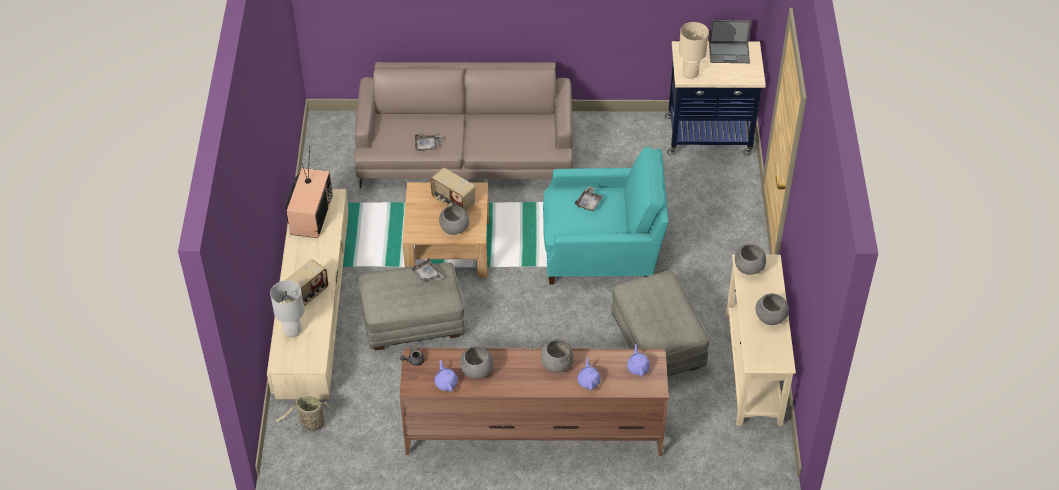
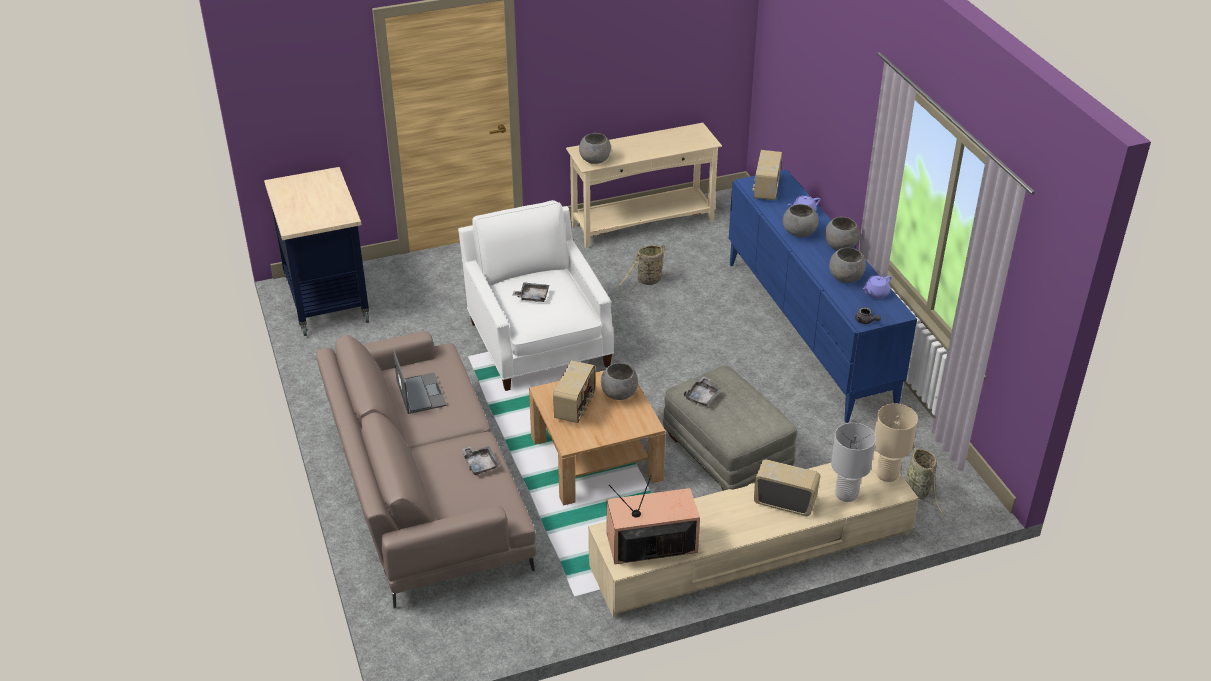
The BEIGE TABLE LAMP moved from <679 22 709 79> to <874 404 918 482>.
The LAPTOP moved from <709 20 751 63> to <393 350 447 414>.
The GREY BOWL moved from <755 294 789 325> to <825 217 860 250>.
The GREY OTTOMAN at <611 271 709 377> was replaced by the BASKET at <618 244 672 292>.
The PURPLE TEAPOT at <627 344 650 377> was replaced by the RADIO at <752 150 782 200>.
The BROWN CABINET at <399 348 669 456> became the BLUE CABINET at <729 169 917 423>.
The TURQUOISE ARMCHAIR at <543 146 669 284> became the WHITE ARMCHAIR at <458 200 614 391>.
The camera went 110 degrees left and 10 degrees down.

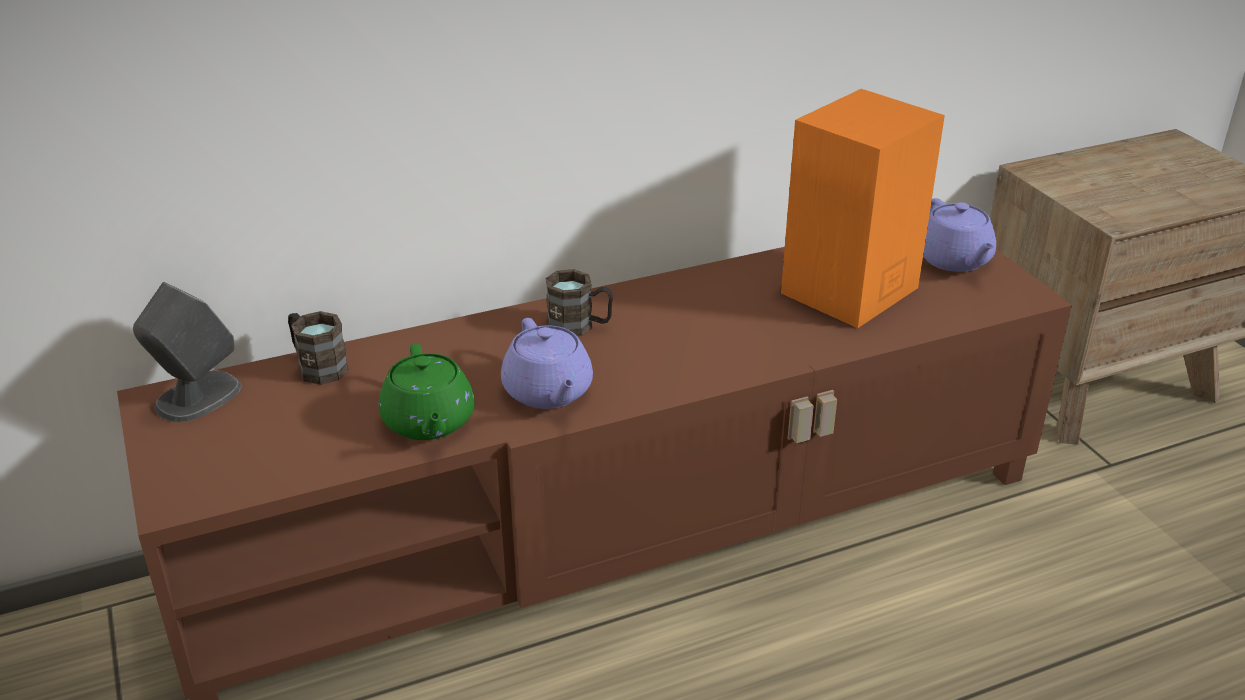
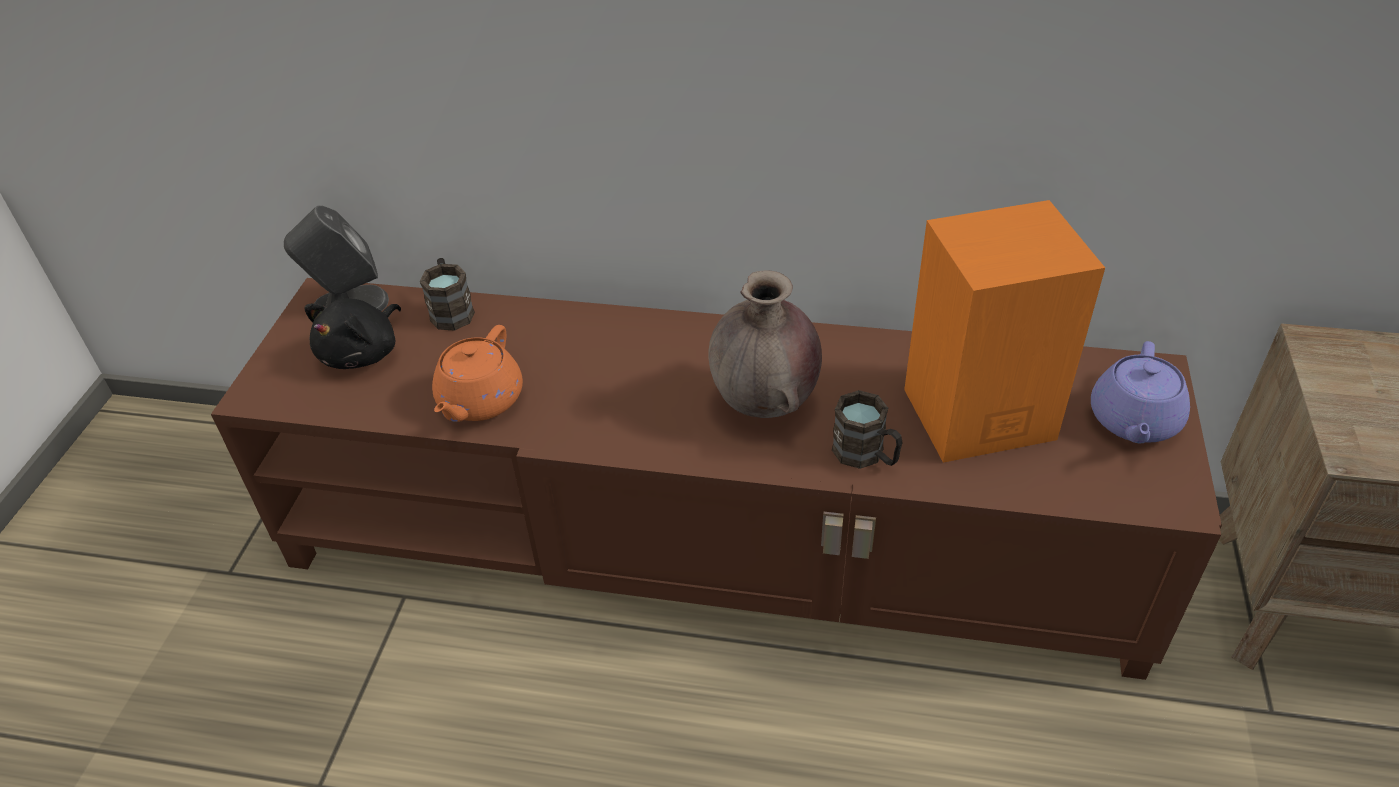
The PURPLE TEAPOT at <501 318 593 409> disappeared.
The BLACK PLUSH TOY at <305 298 401 369> appeared.
The BROWN VASE at <708 270 822 418> appeared.
The BROWN MUG moved from <545 269 613 336> to <832 390 903 469>.
The GREEN TEAPOT at <379 344 475 440> became the ORANGE TEAPOT at <432 325 523 422>.
The camera went 35 degrees right and 10 degrees up.

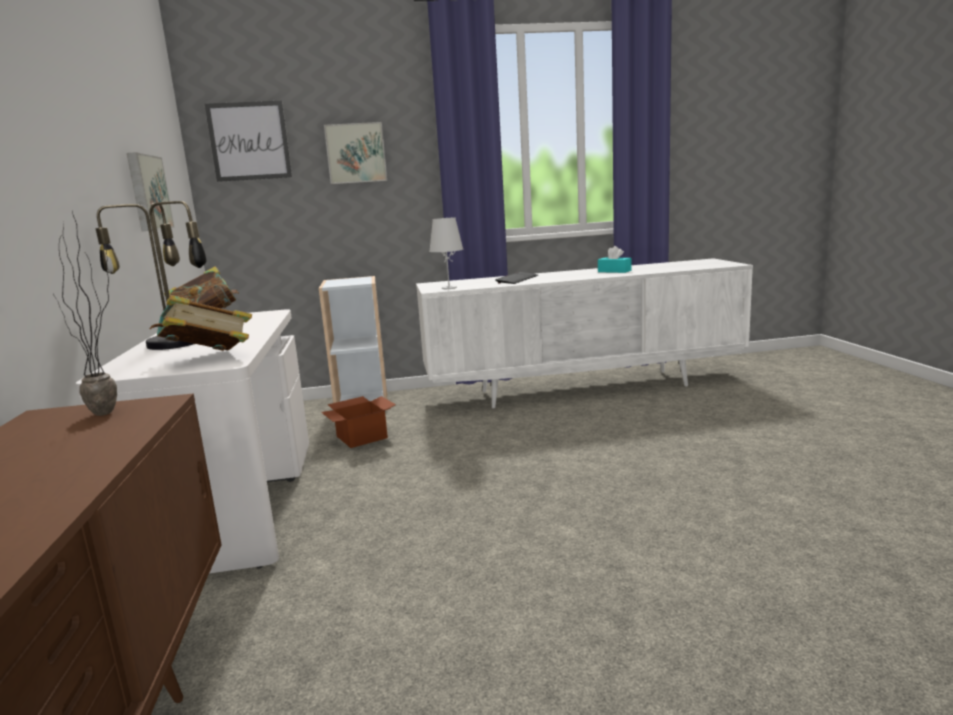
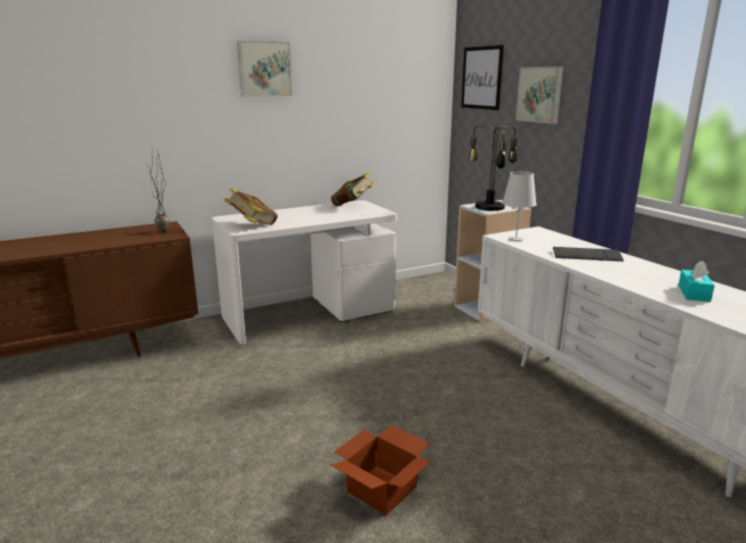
The TABLE LAMP moved from <96 201 207 350> to <469 125 517 211>.
The PICTURE moved from <127 152 175 231> to <237 41 292 97>.
The CARDBOARD BOX moved from <321 396 396 448> to <331 425 431 516>.
The camera went 70 degrees right and 5 degrees up.

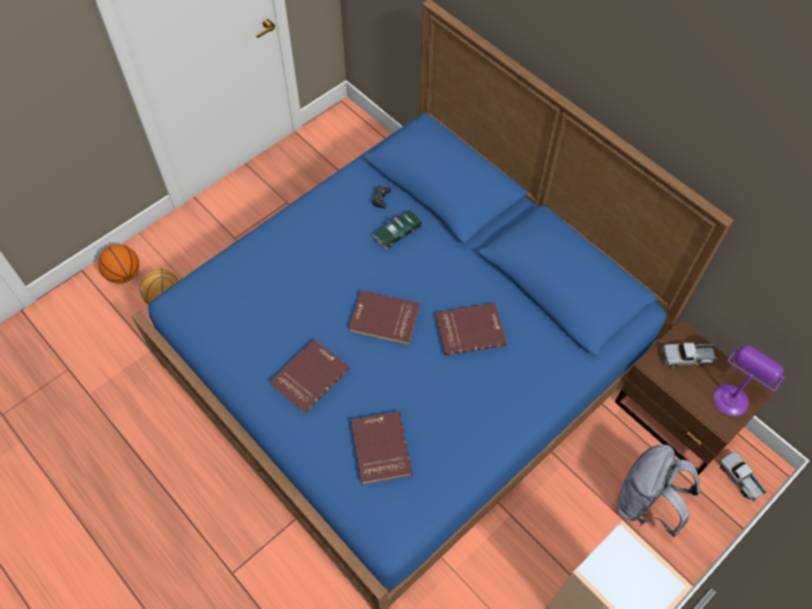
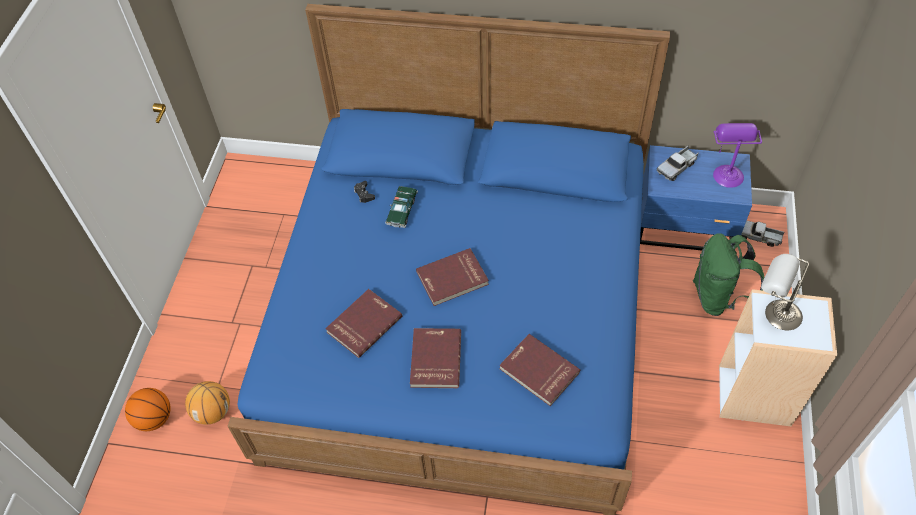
The WHITE TABLE LAMP at <761 254 809 330> appeared.
The RED BOOK moved from <435 303 507 356> to <325 289 402 358>.
The BROWN NIGHTSTAND at <615 320 774 475> became the BLUE NIGHTSTAND at <640 145 752 250>.
The GREY BACKPACK at <617 445 700 537> became the GREEN BACKPACK at <693 233 765 316>.
The camera went 35 degrees left and 5 degrees down.

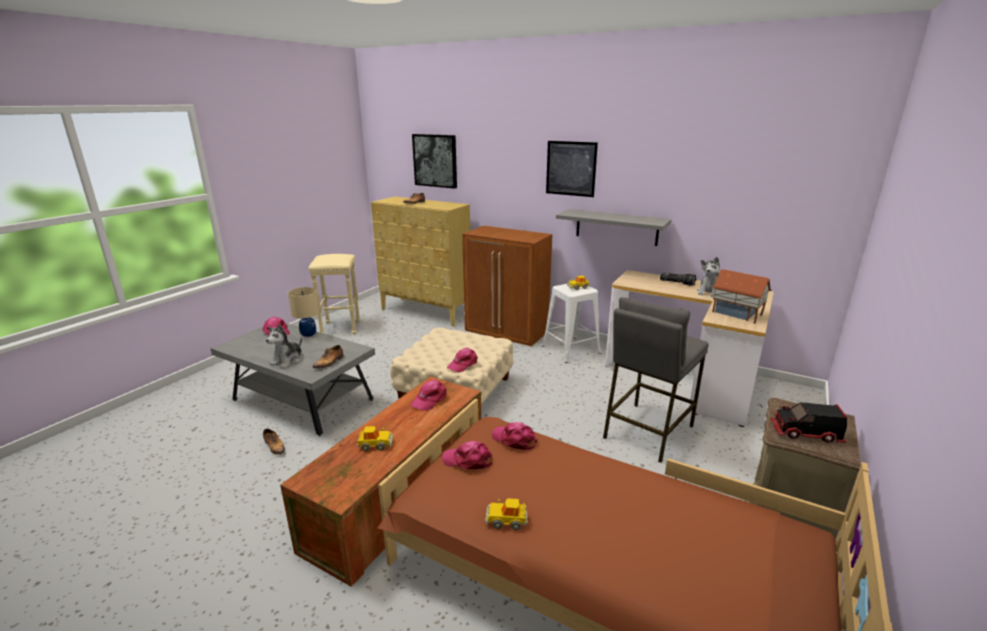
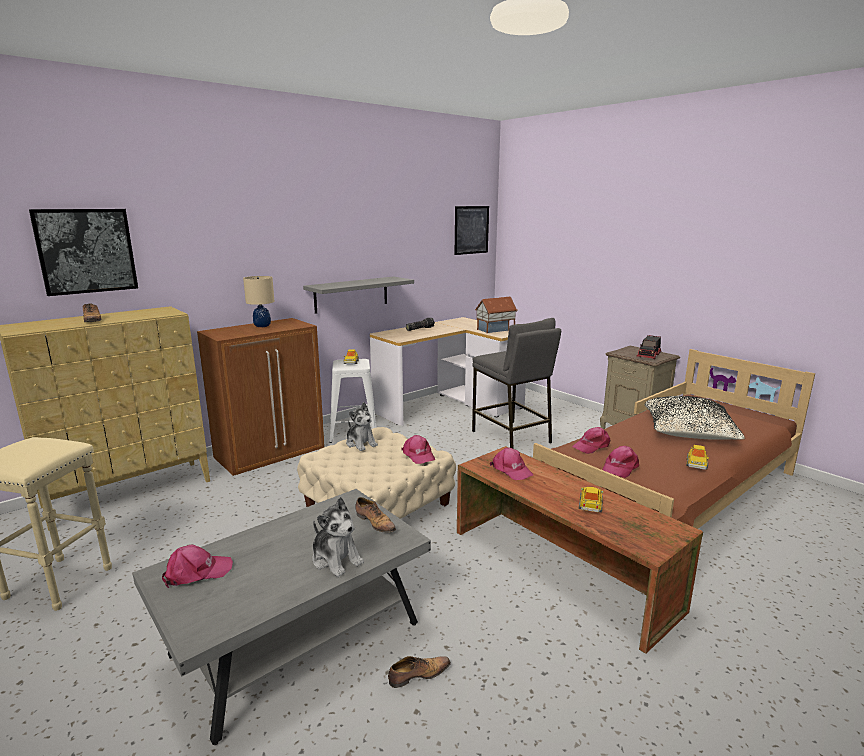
The BEIGE PILLOW at <645 396 745 440> appeared.
The BEIGE TABLE LAMP moved from <288 287 319 337> to <243 276 275 327>.
The PICTURE moved from <546 141 598 197> to <455 206 489 255>.
The PLUSH TOY moved from <697 257 720 297> to <346 402 378 451>.
The camera went 70 degrees left and 5 degrees down.

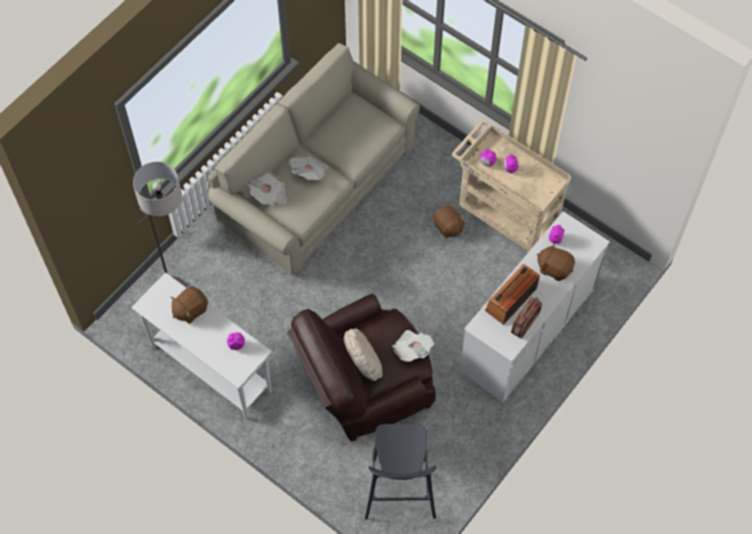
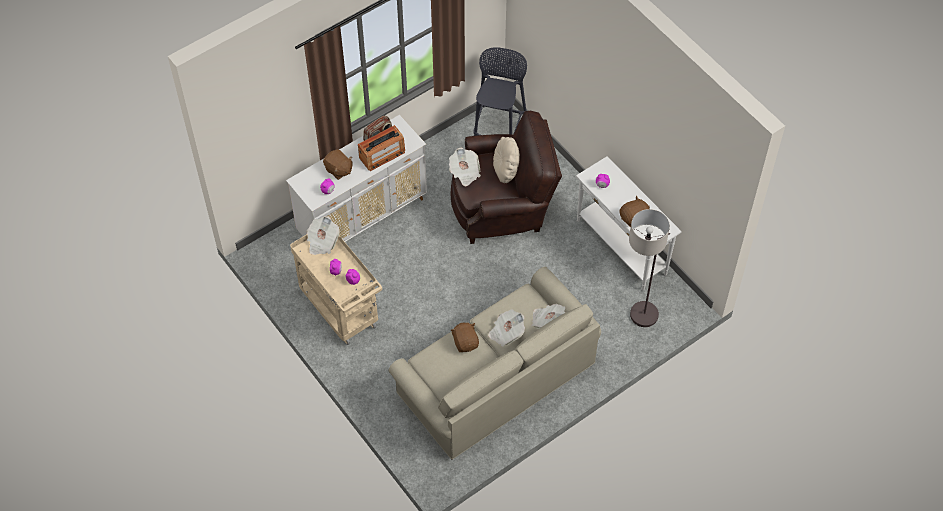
The NEWSPAPER at <306 216 340 255> appeared.
The BROWN PLUSH TOY moved from <433 205 466 239> to <451 322 479 352>.
The camera went 165 degrees left and 5 degrees down.

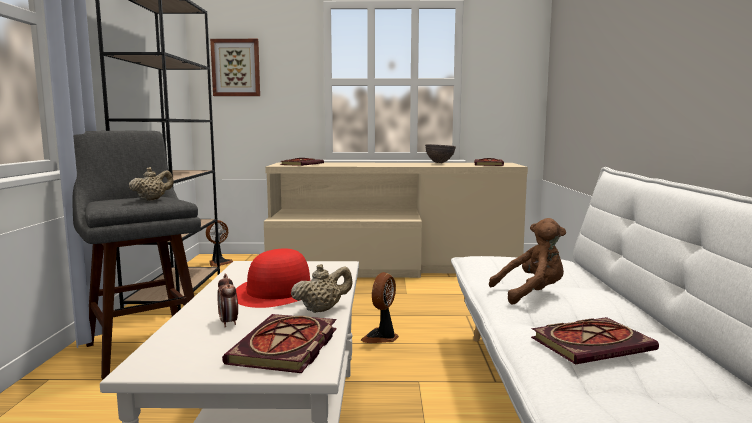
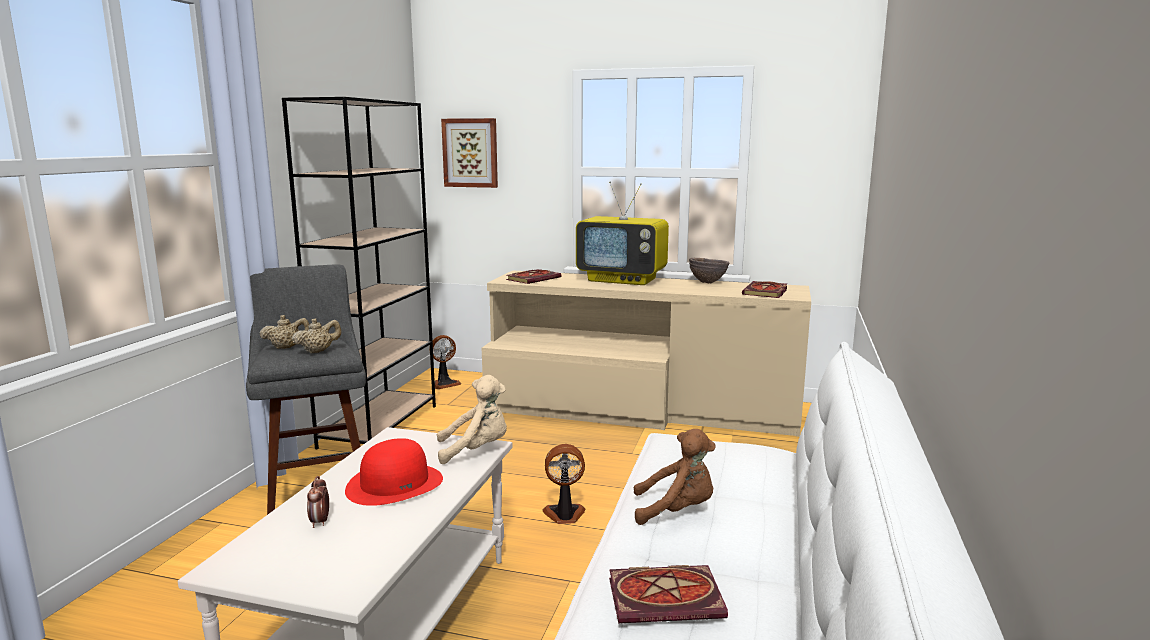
The BOOK at <222 314 337 373> disappeared.
The BEIGE PLUSH TOY at <437 375 507 464> appeared.
The TELEVISION at <576 182 669 285> appeared.
The BEIGE TEAPOT moved from <291 264 353 313> to <260 315 310 349>.
The FAN at <361 272 399 343> turned 45 degrees clockwise.
The camera went 15 degrees right and 5 degrees up.

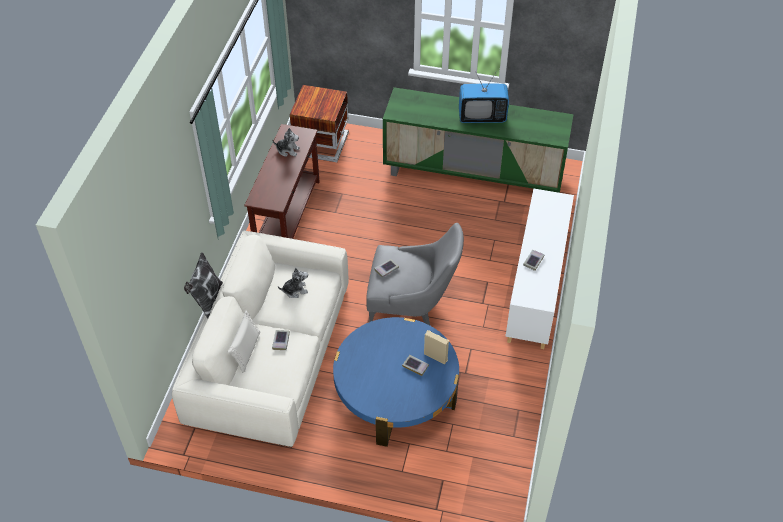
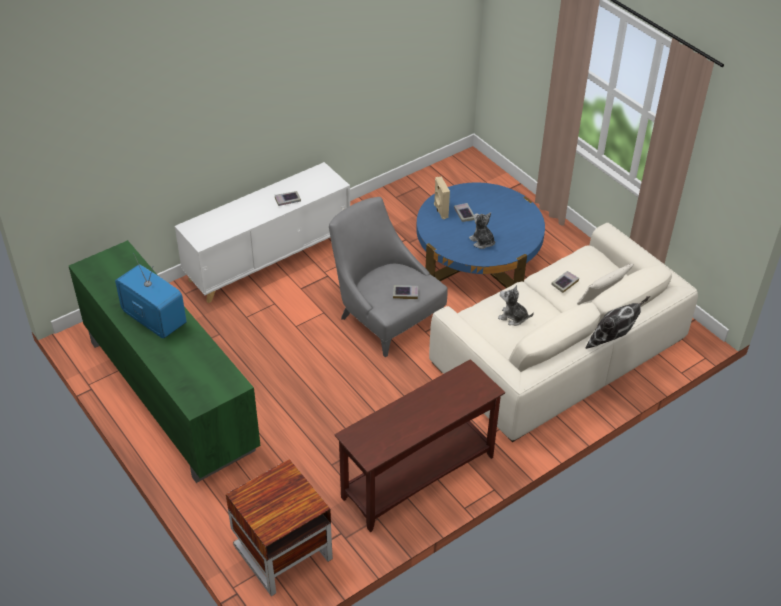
The PLUSH TOY moved from <272 128 300 157> to <469 212 495 249>.
The camera went 140 degrees left and 5 degrees down.

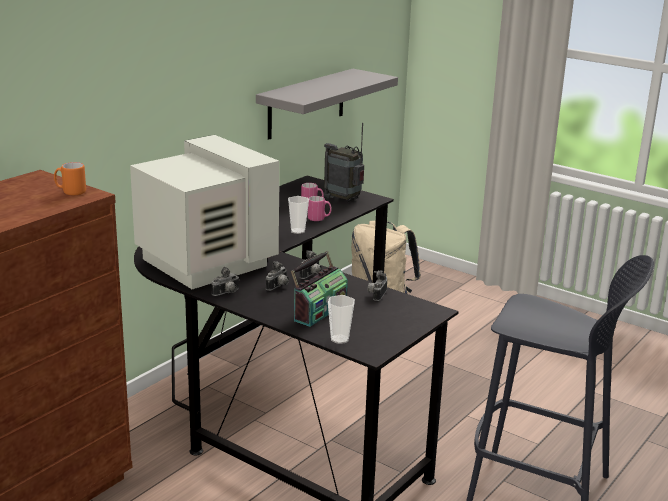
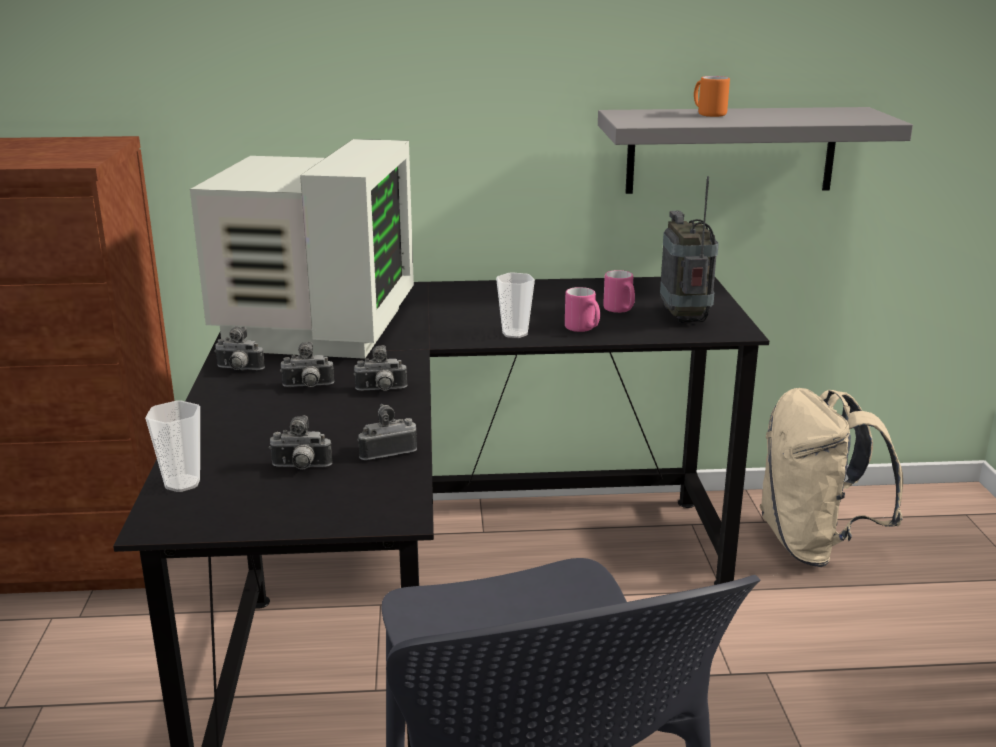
The RADIO at <291 251 348 327> disappeared.
The PHOTO CAMERA at <269 415 332 469> appeared.
The ORANGE MUG moved from <54 162 86 195> to <694 76 730 117>.
The camera went 50 degrees right and 0 degrees up.

